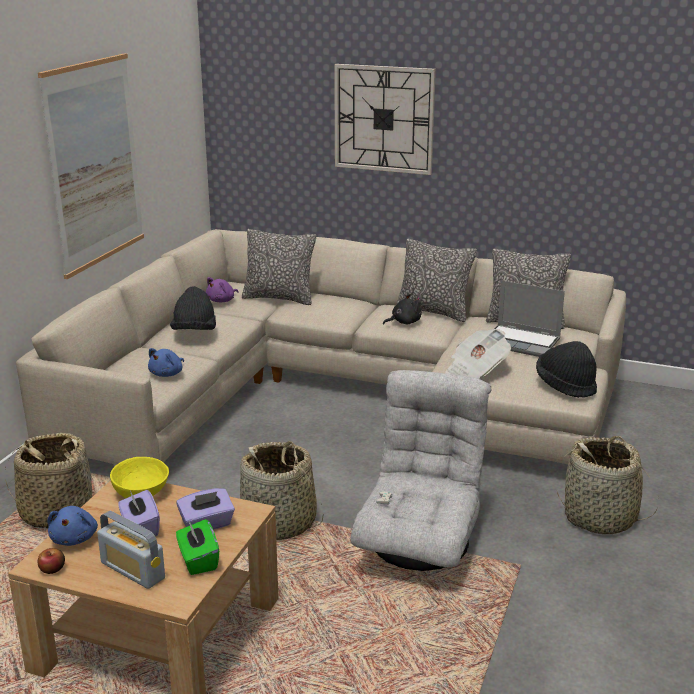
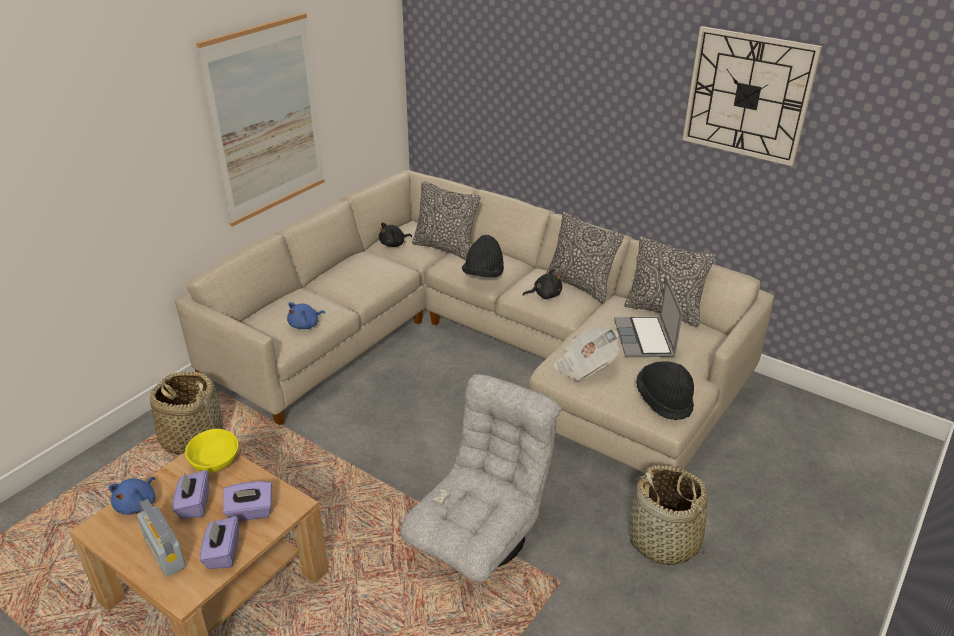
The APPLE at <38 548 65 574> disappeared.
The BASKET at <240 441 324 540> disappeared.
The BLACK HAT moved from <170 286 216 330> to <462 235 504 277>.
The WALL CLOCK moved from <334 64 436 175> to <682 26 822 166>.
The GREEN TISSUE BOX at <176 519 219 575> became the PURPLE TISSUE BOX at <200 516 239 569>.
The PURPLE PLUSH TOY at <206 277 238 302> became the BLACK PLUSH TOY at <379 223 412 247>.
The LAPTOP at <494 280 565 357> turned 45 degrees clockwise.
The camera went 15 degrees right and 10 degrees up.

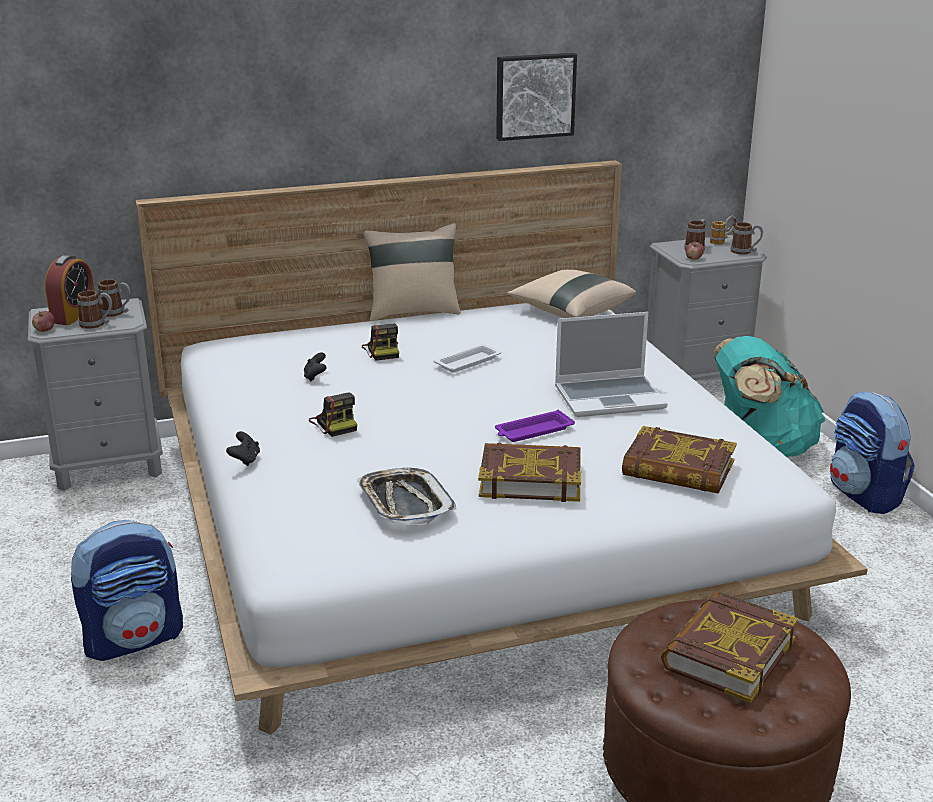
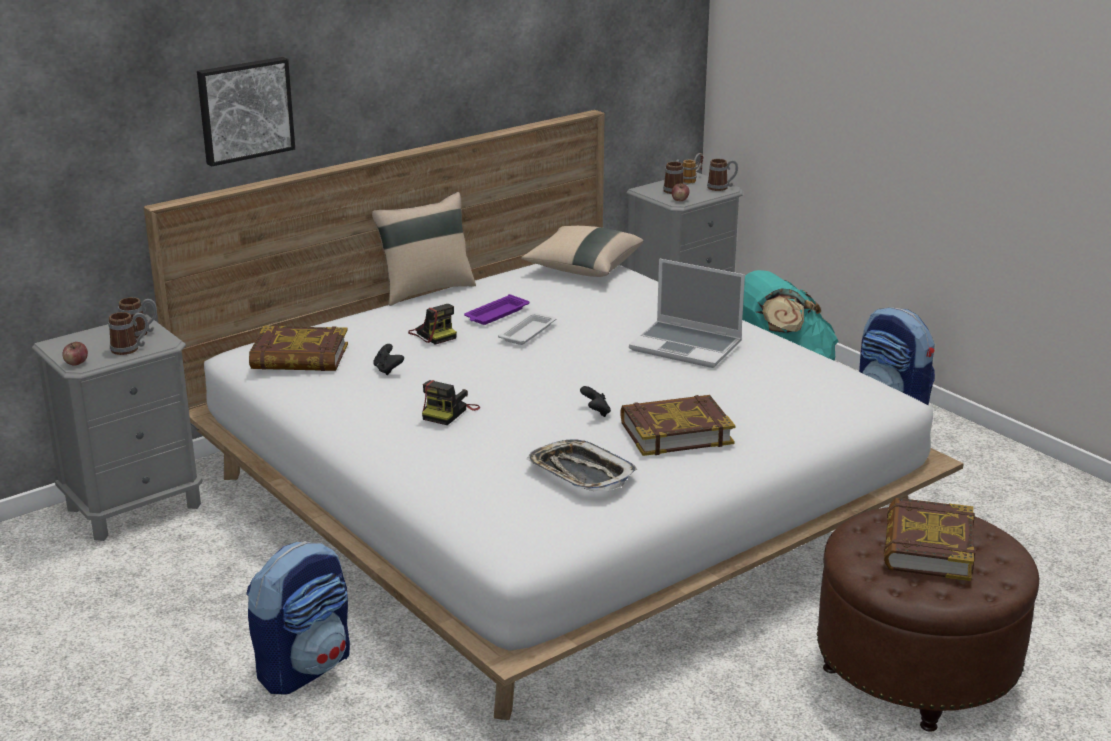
The ALARM CLOCK at <45 255 94 325> disappeared.
The BLACK GAME CONTROLLER moved from <226 431 260 466> to <580 386 611 417>.
The PURPLE TRAY moved from <495 410 575 442> to <464 294 529 325>.
The PICTURE moved from <496 53 577 141> to <197 57 295 166>.
The BOOK moved from <622 426 737 494> to <249 325 348 371>.
The PHOTO CAMERA at <309 392 357 437> turned 75 degrees clockwise.
The LAPTOP at <555 312 668 417> turned 60 degrees clockwise.
The camera went 20 degrees left and 0 degrees up.

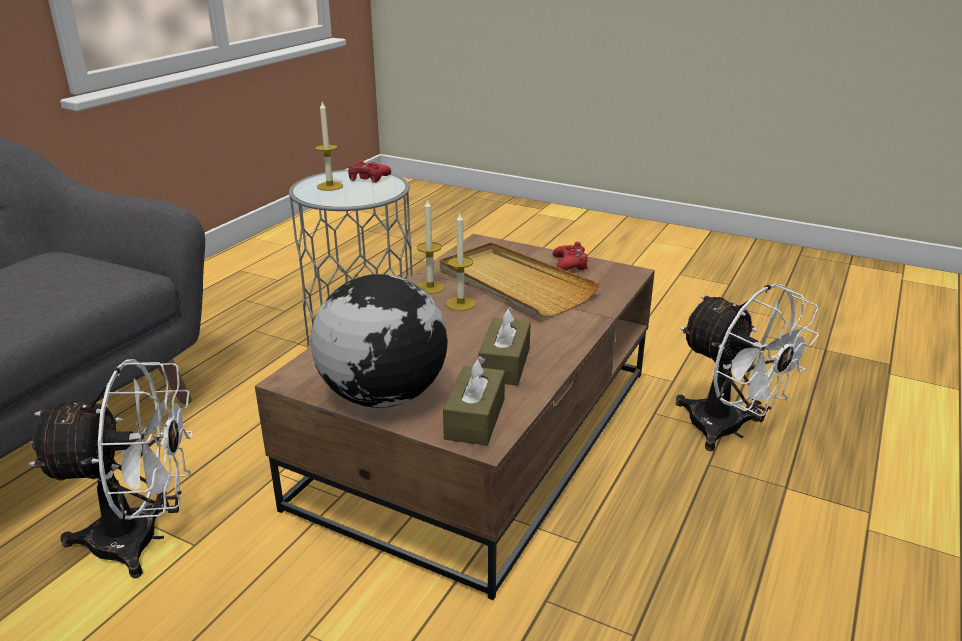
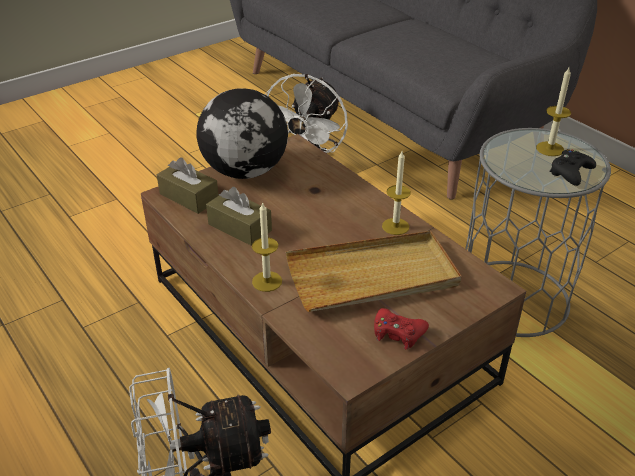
The CANDLE moved from <446 212 476 311> to <252 202 282 292>.
The RED GAME CONTROLLER at <348 160 391 183> became the BLACK GAME CONTROLLER at <549 149 596 186>.
The camera went 115 degrees right and 10 degrees up.

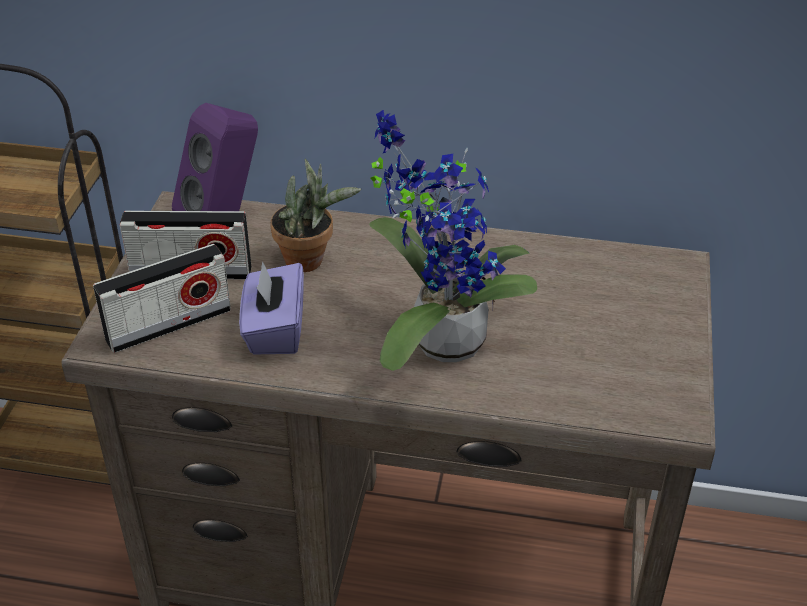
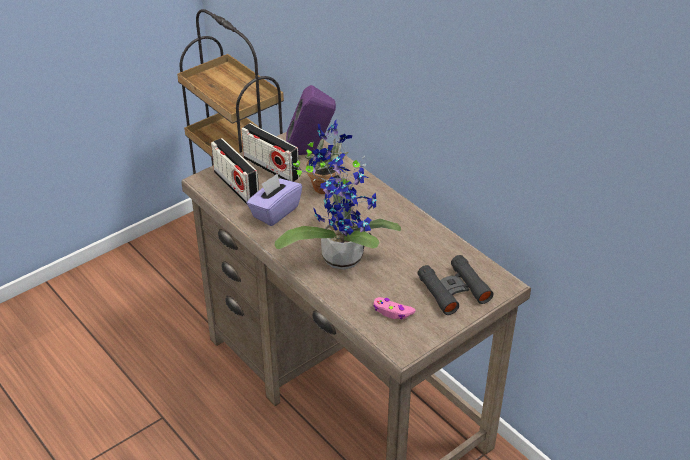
The PINK GAME CONTROLLER at <374 297 416 319> appeared.
The BLACK BINOCULARS at <418 255 493 315> appeared.
The RADIO at <93 244 231 353> turned 45 degrees clockwise.
The camera went 40 degrees right and 0 degrees up.

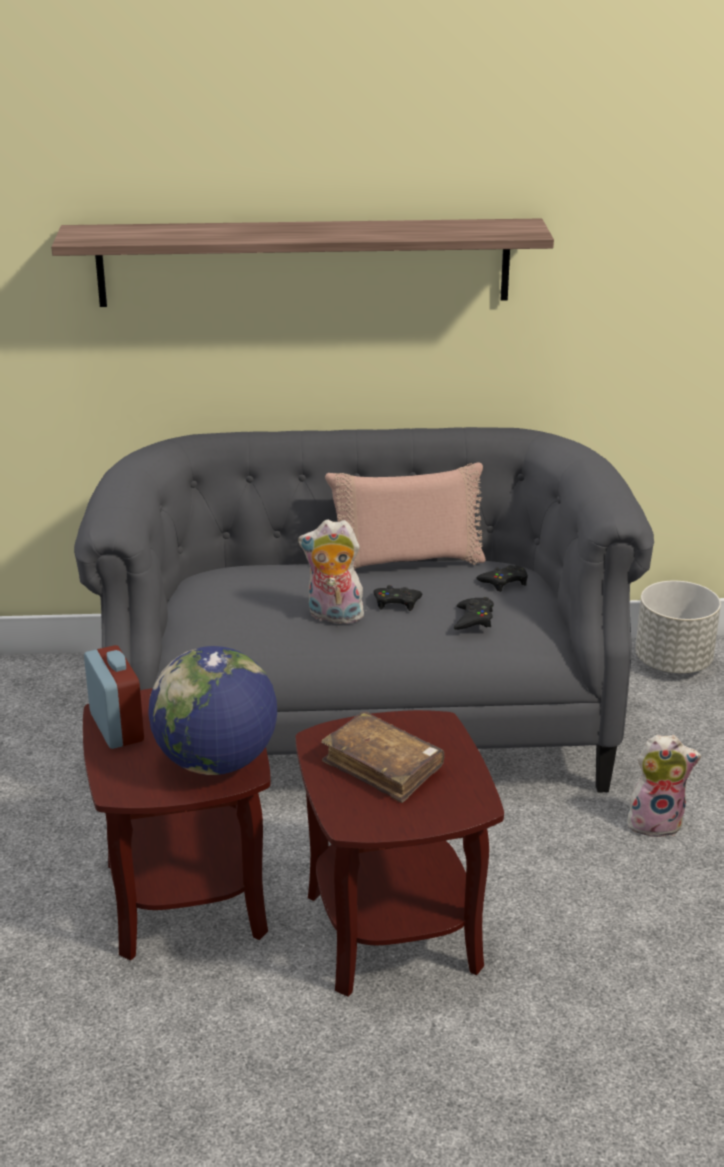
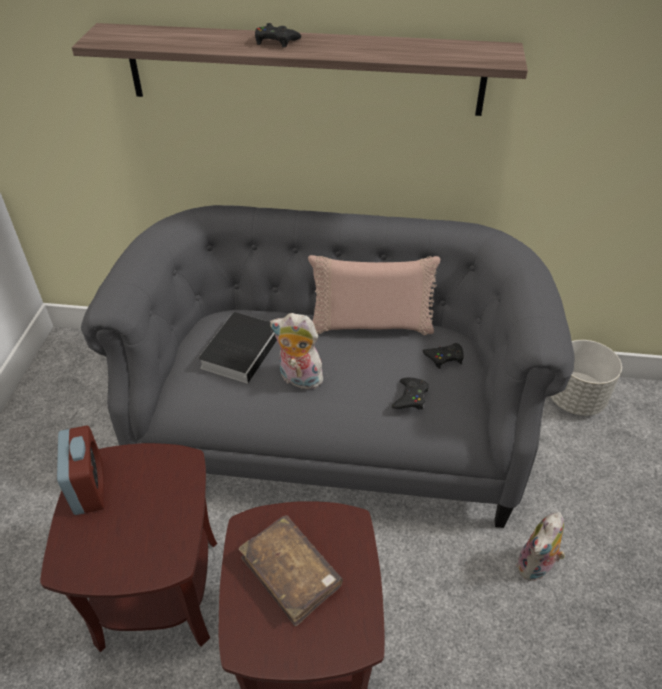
The GLOBE at <148 646 277 775> disappeared.
The BOOK at <198 312 277 384> appeared.
The BLACK GAME CONTROLLER moved from <373 585 422 611> to <255 23 301 48>.
The PLUSH TOY at <627 735 701 838> turned 120 degrees clockwise.
The camera went 10 degrees right and 15 degrees up.

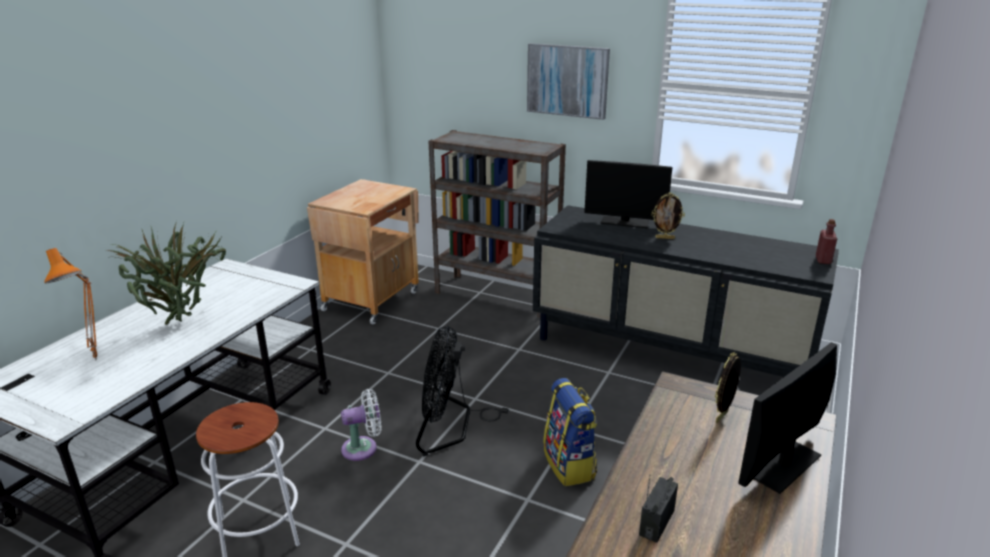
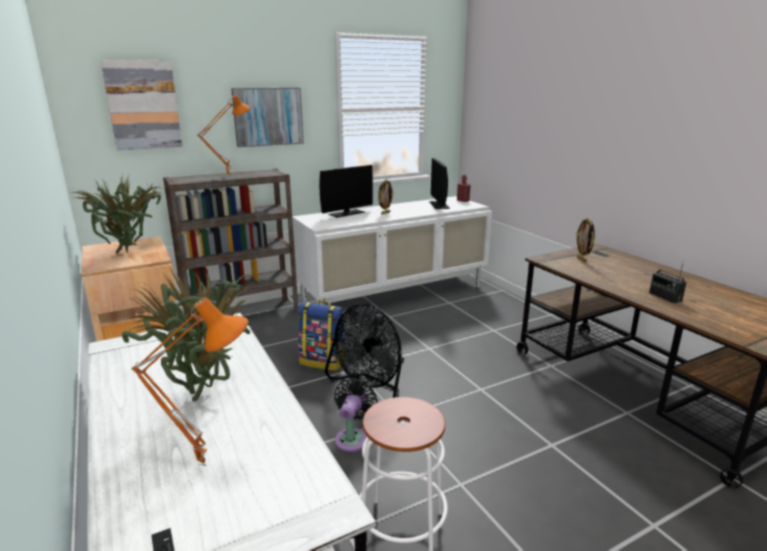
The POTTED PLANT at <71 174 162 253> appeared.
The PICTURE at <100 60 183 150> appeared.
The ORANGE TABLE LAMP at <197 95 250 177> appeared.
The BACKPACK moved from <543 378 597 486> to <297 301 346 371>.
The MONITOR moved from <738 342 837 494> to <429 158 450 209>.
The WHITE FAN at <341 389 381 461> became the BLACK FAN at <334 379 377 452>.
The BLACK CABINET at <533 205 839 377> became the WHITE CABINET at <292 196 492 305>.
The camera went 55 degrees left and 5 degrees down.

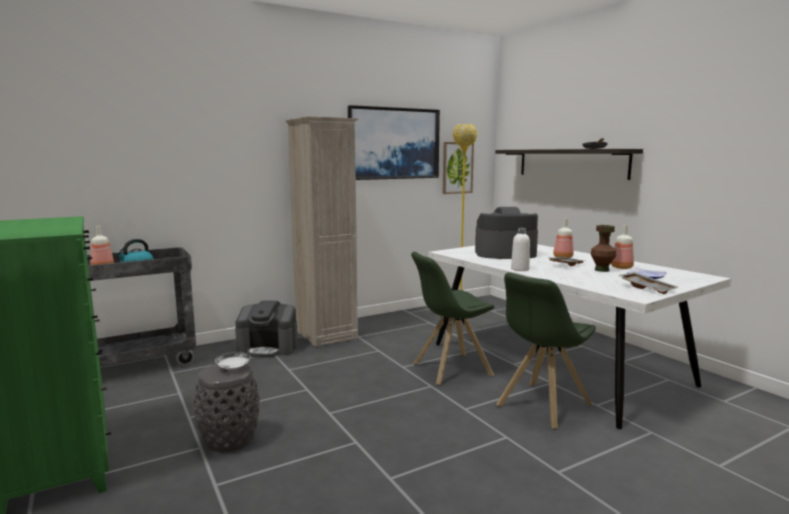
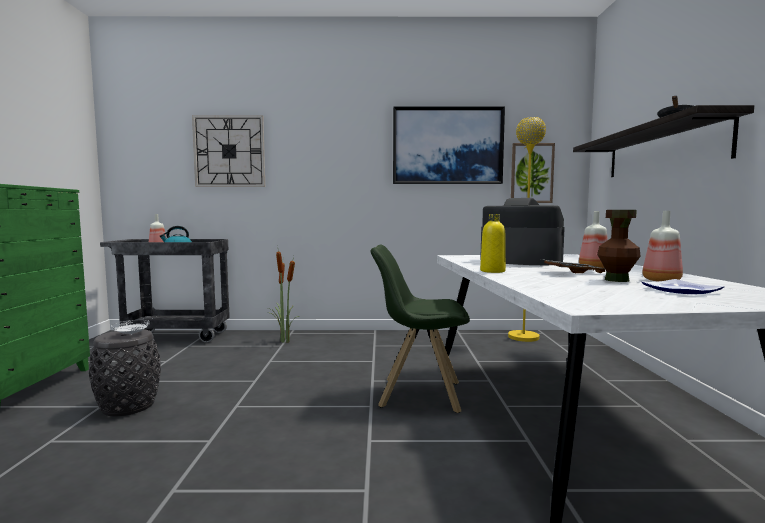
The BEIGE CABINET at <285 116 358 347> disappeared.
The GREEN CHAIR at <496 273 596 429> disappeared.
The GREY TRAY at <618 272 678 294> disappeared.
The WALL CLOCK at <192 115 265 187> appeared.
The COFFEE MACHINE at <235 300 298 357> was replaced by the POTTED PLANT at <268 251 299 343>.
The WHITE BOTTLE at <511 228 530 271> became the YELLOW BOTTLE at <480 214 506 273>.
The camera went 30 degrees right and 5 degrees down.

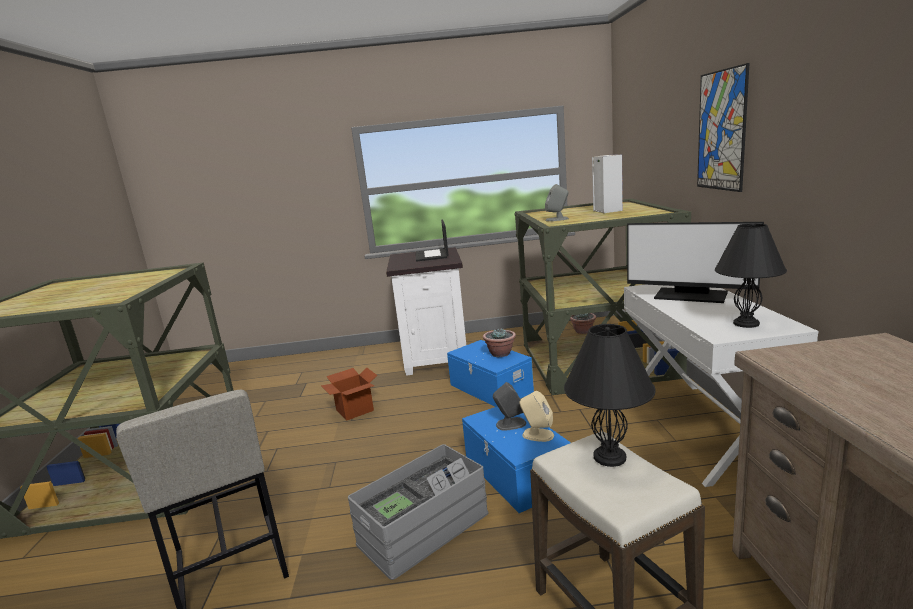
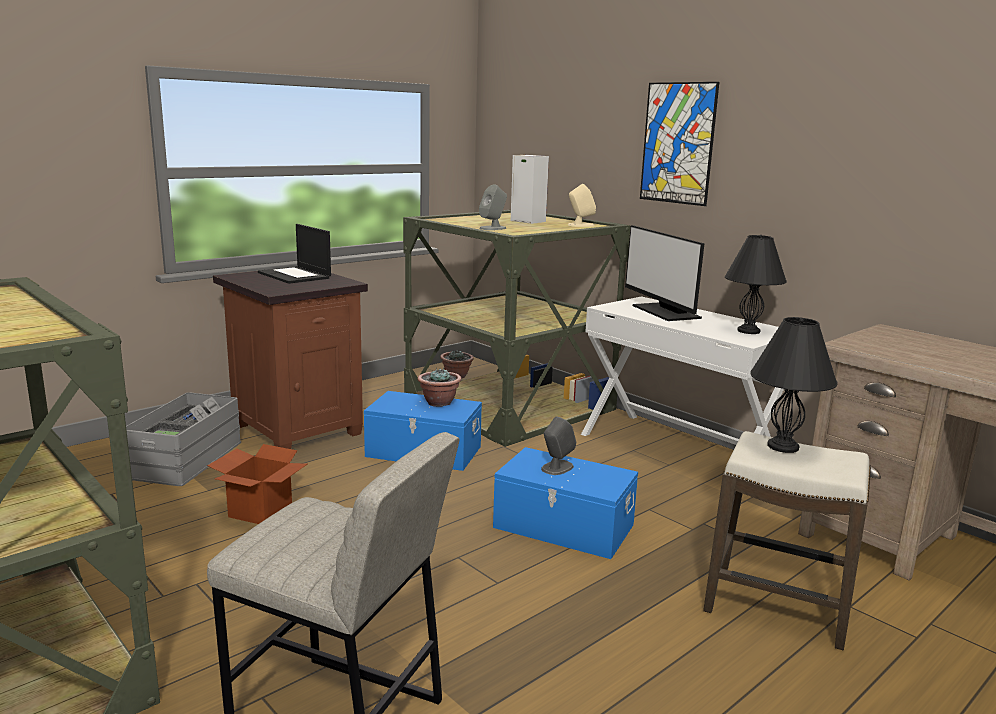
The GREY STORAGE BOX moved from <348 444 489 580> to <126 392 241 486>.
The BEIGE SPEAKER moved from <519 391 554 442> to <568 184 596 227>.
The WHITE CABINET at <386 247 466 376> became the BROWN CABINET at <213 271 368 449>.
The MONITOR at <627 222 764 303> turned 75 degrees clockwise.
The camera went 40 degrees left and 0 degrees up.

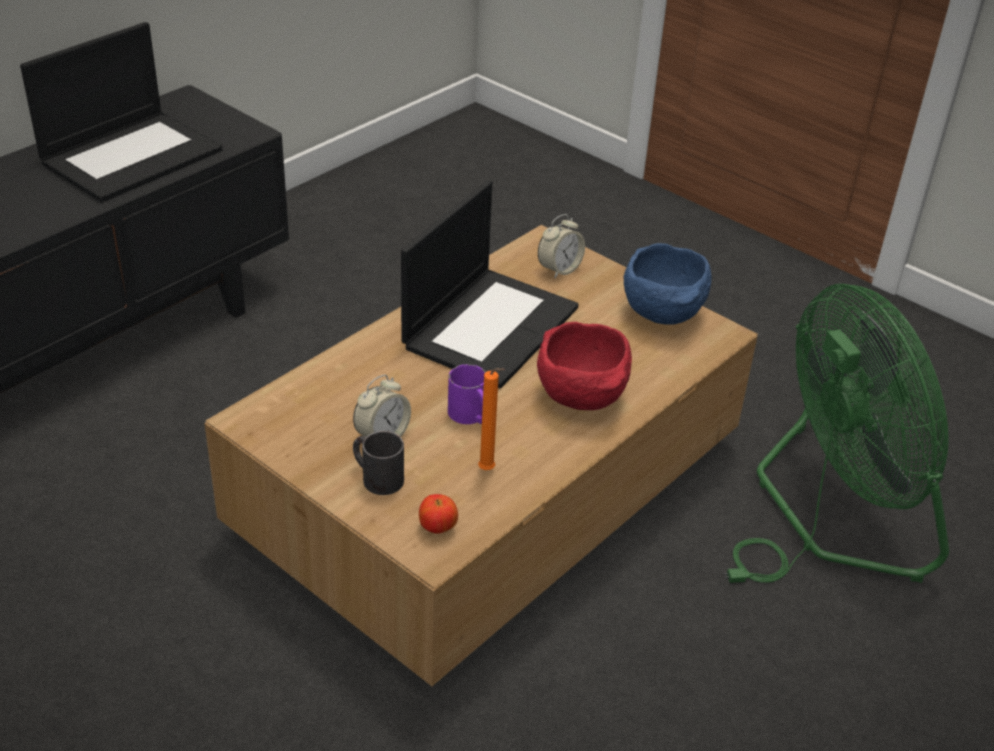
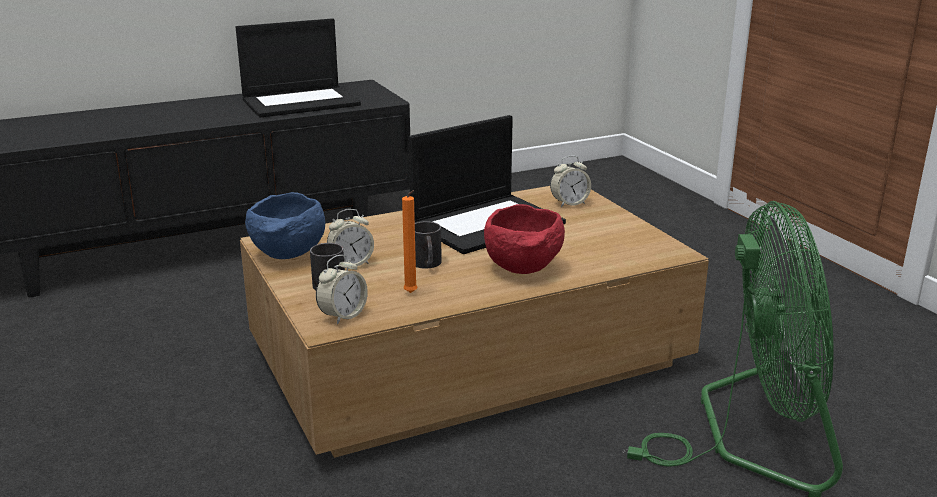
The BLUE BOWL moved from <624 243 711 325> to <245 192 325 259>.
The APPLE at <419 494 458 534> was replaced by the ALARM CLOCK at <316 255 368 325>.
The PURPLE MUG at <448 364 485 424> became the BLACK MUG at <415 221 442 269>.
The camera went 25 degrees right and 15 degrees down.

